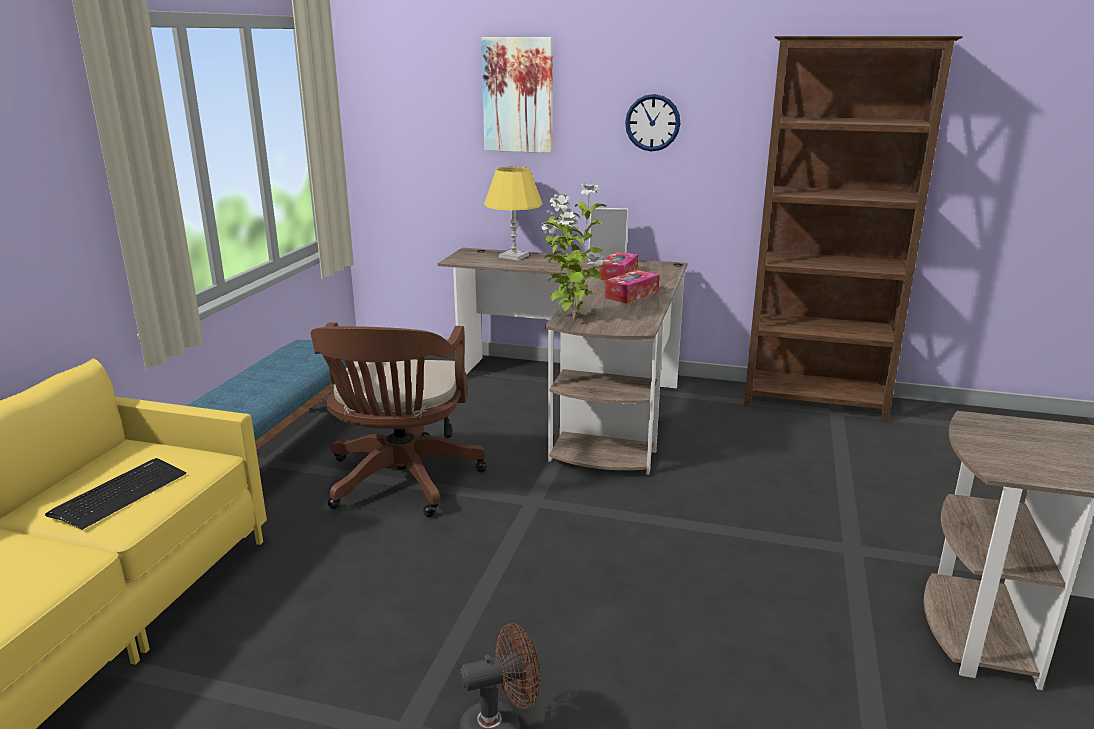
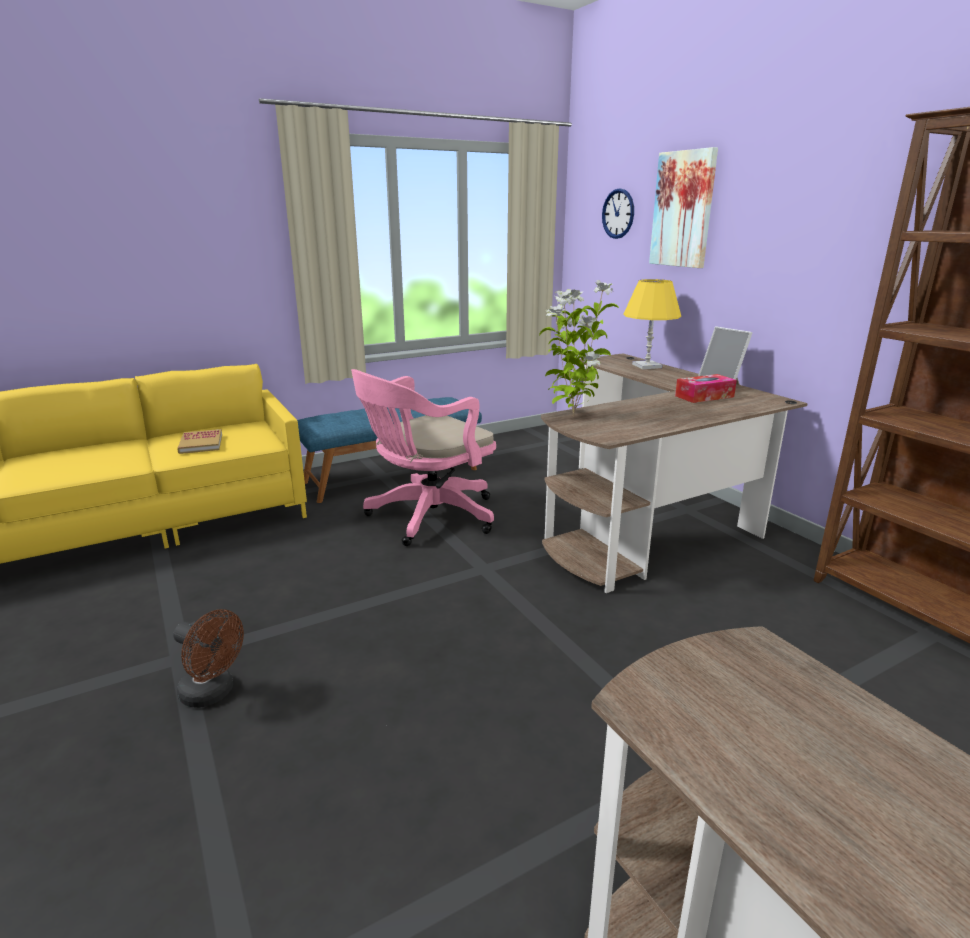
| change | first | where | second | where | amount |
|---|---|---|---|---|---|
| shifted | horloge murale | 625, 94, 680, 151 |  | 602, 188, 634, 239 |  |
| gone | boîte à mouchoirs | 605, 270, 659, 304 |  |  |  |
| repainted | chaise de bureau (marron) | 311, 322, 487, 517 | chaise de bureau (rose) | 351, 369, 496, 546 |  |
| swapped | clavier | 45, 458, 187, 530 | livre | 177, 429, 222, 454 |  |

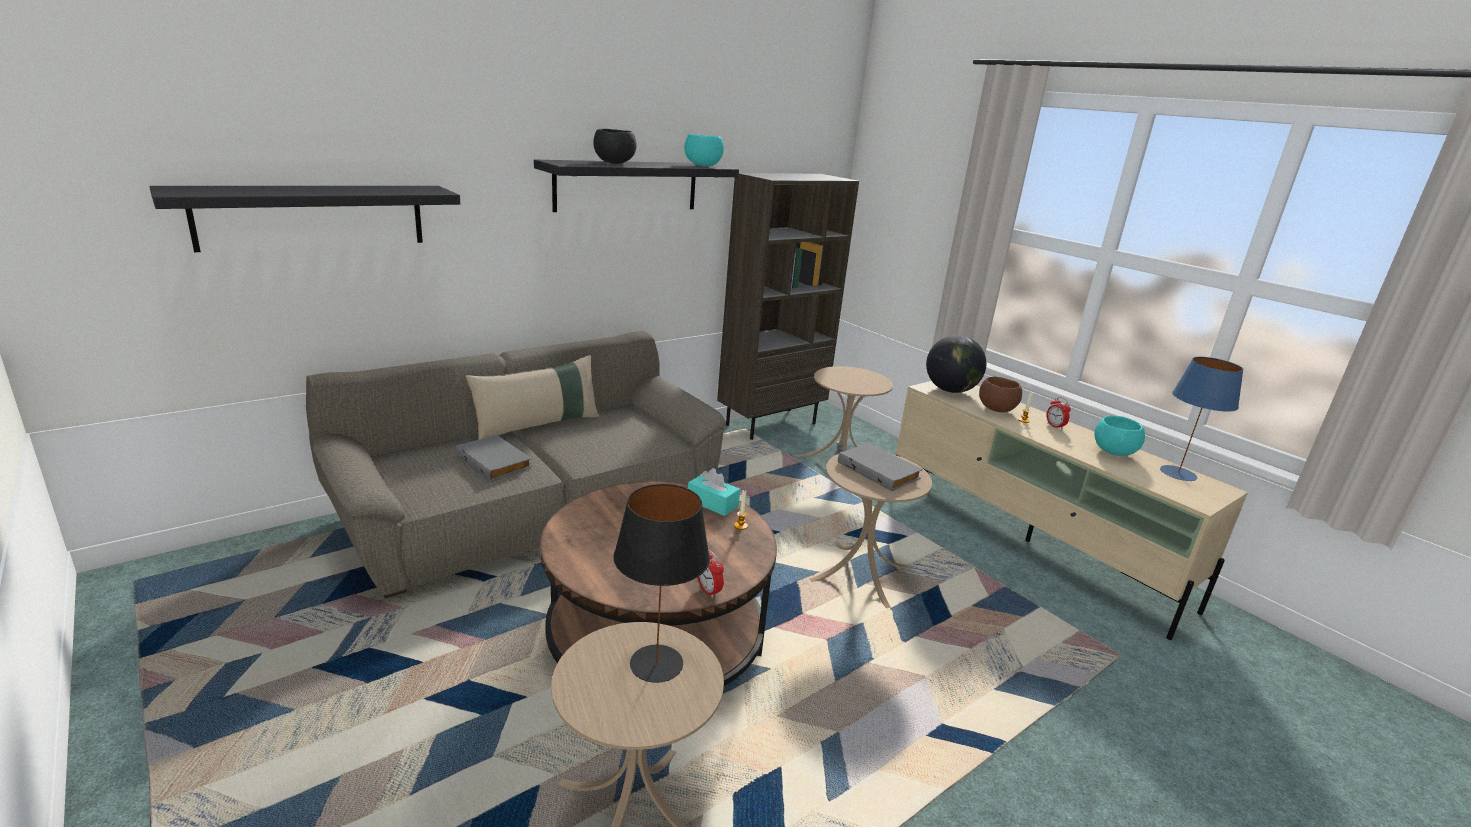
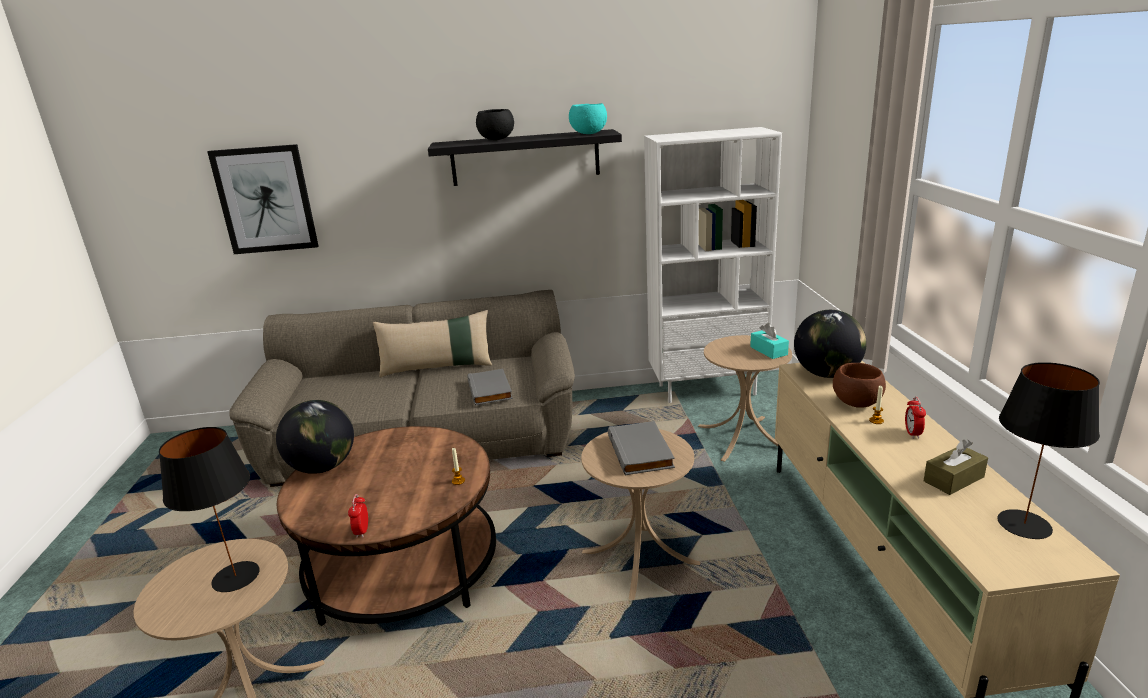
| change | first | where | second | where | amount |
|---|---|---|---|---|---|
| repainted | bibliothèque (marron) | 717, 173, 859, 440 | bibliothèque (blanc) | 644, 127, 782, 403 |  |
| swapped | étagère (noir) | 149, 186, 460, 252 | tableau | 207, 144, 318, 254 |  |
| repainted | lampe de table (bleu) | 1160, 357, 1244, 481 | lampe de table (noir) | 997, 362, 1100, 539 |  |
| swapped | bol (turquoise) | 1094, 415, 1145, 456 | boîte à mouchoirs (marron) | 924, 440, 988, 495 |  |
| shifted | livre (gris) | 456, 435, 532, 481 |  | 467, 369, 513, 406 |  |
| shifted | boîte à mouchoirs (turquoise) | 688, 468, 740, 516 |  | 750, 323, 789, 359 |  |
| new |  |  | globe | 276, 400, 354, 474 |  |

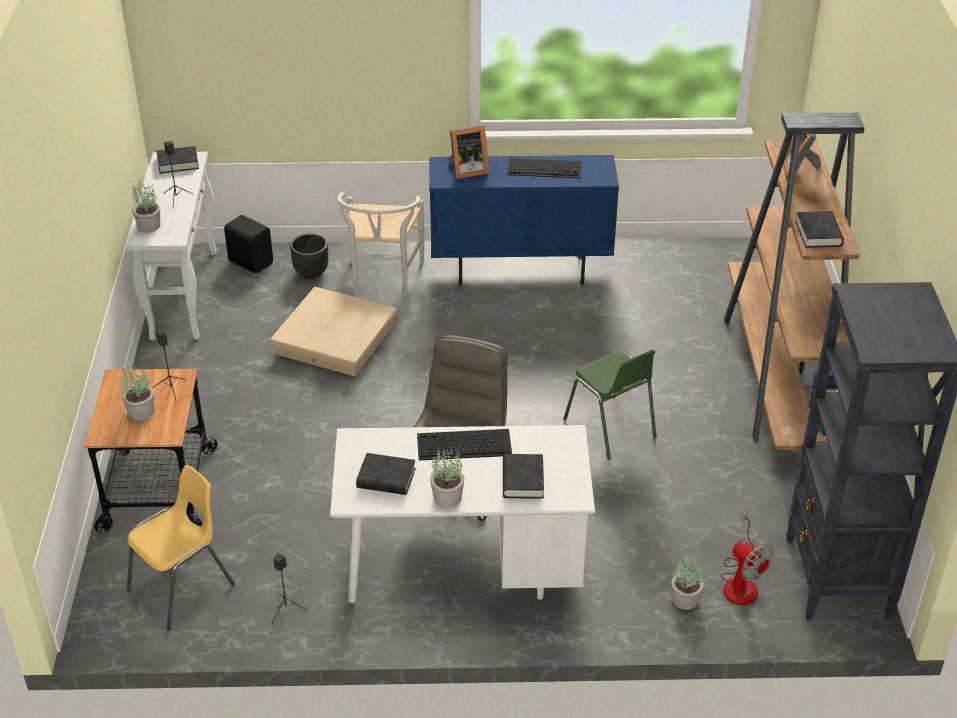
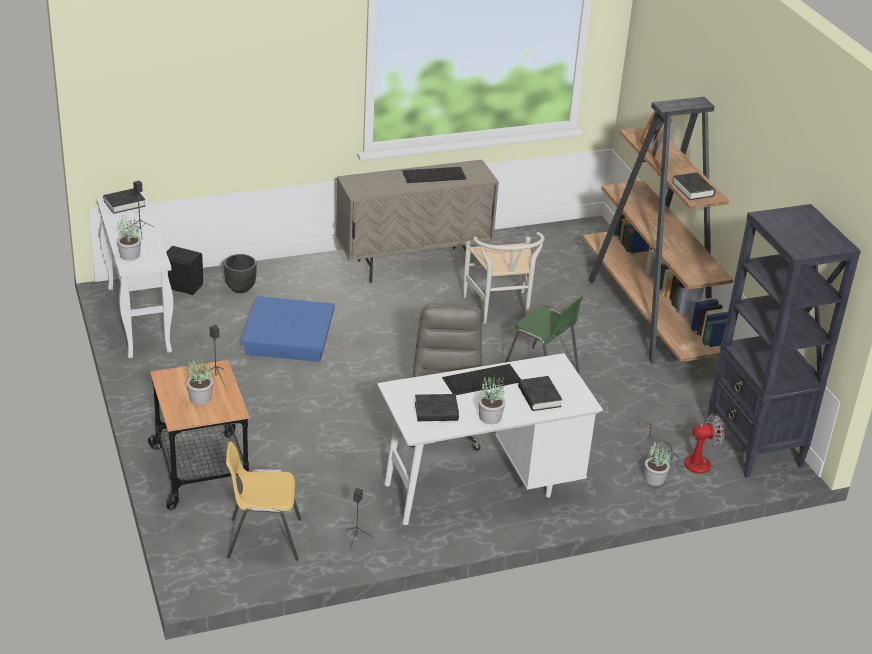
| change | first | where | second | where | amount |
|---|---|---|---|---|---|
| gone | cadre photo | 448, 125, 489, 179 |  |  |  |
| repainted | meuble de rangement (bleu) | 429, 155, 619, 287 | meuble de rangement (beige) | 336, 160, 499, 283 |  |
| shifted | chaise (blanc) | 337, 192, 424, 296 |  | 463, 232, 545, 324 |  |
| repainted | boîte de rangement (beige) | 270, 287, 397, 376 | boîte de rangement (bleu) | 241, 296, 335, 362 |  |
| rotated | chaise (jaune) | 127, 465, 235, 630 |  | 226, 442, 301, 561 | 120 degrees counterclockwise |
| rotated | ventilateur | 721, 509, 774, 605 |  | 645, 414, 724, 474 | 45 degrees counterclockwise |

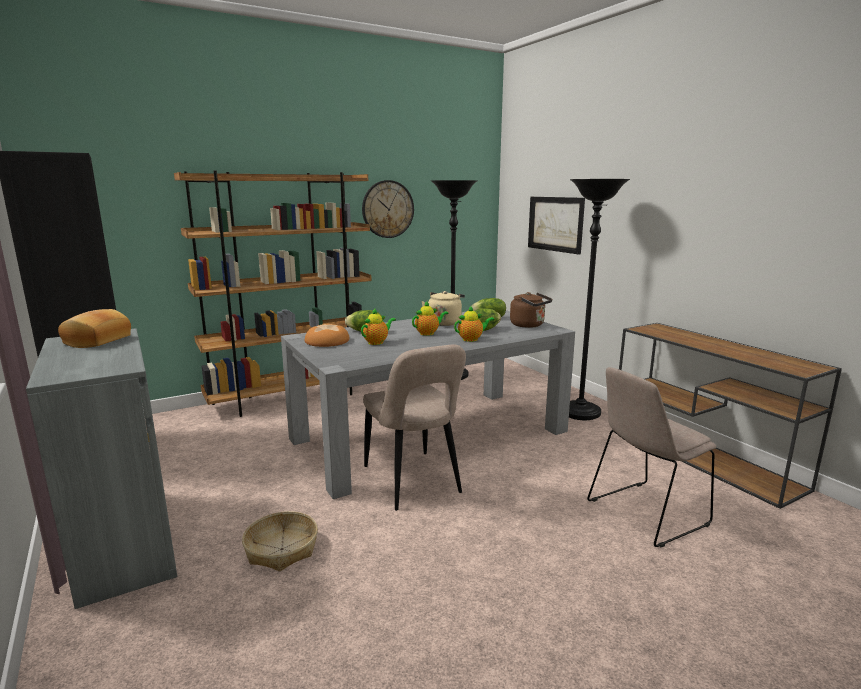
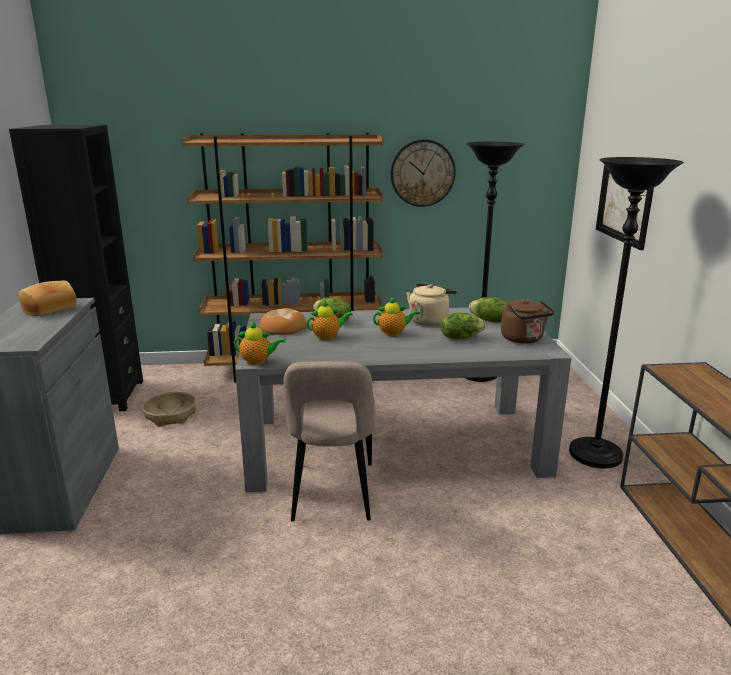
| change | first | where | second | where | amount |
|---|---|---|---|---|---|
| shifted | théière | 454, 306, 494, 342 |  | 234, 322, 286, 365 |  |
| gone | chaise (beige) | 587, 367, 716, 547 |  |  |  |
| shifted | panier | 242, 511, 318, 571 |  | 142, 392, 196, 427 |  |

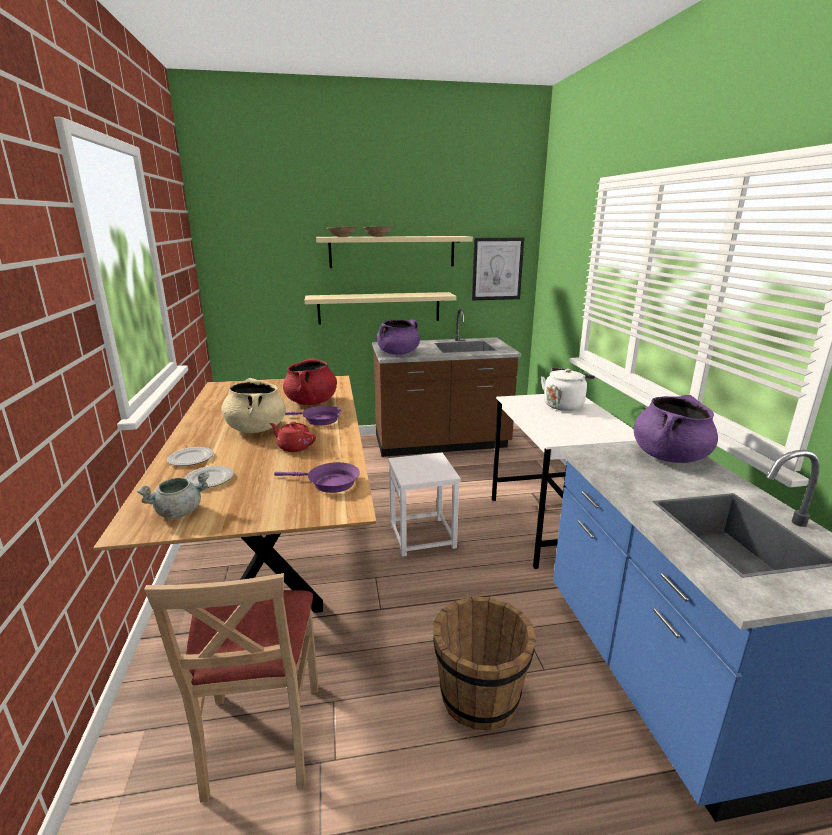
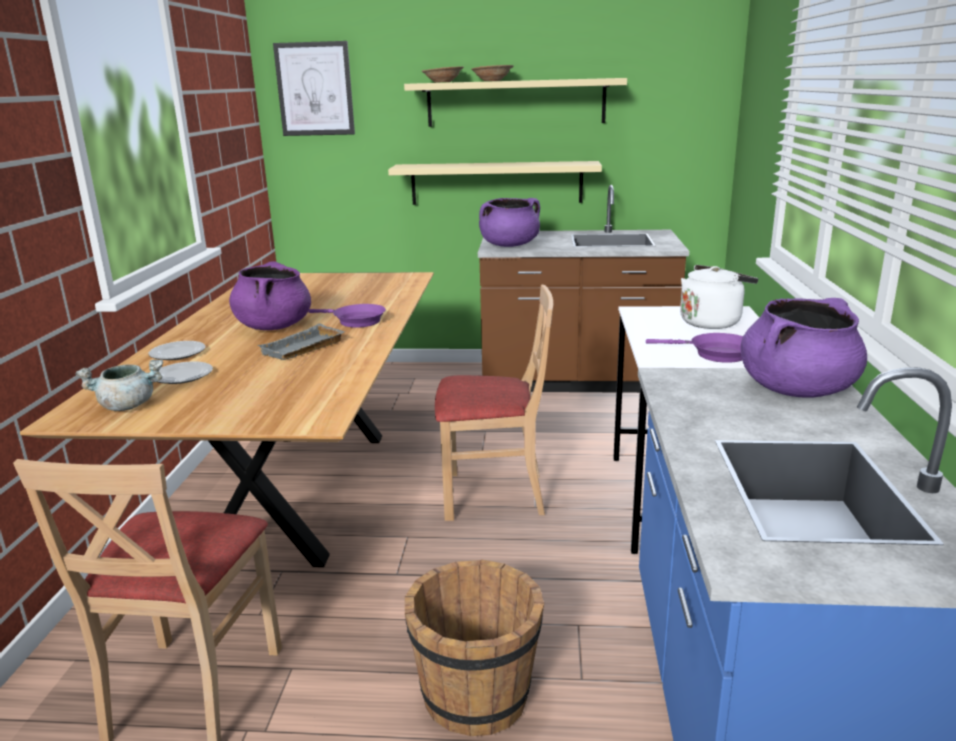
| change | first | where | second | where | amount |
|---|---|---|---|---|---|
| shifted | tableau | 472, 238, 524, 300 |  | 273, 41, 355, 136 |  |
| gone | marmite (rouge) | 283, 358, 337, 405 |  |  |  |
| repainted | marmite (beige) | 221, 378, 286, 433 | marmite (violet) | 229, 261, 311, 330 |  |
| swapped | théière (rouge) | 269, 422, 316, 452 | plateau (gris) | 257, 323, 345, 360 |  |
| swapped | tabouret (blanc) | 388, 452, 461, 557 | chaise (beige) | 435, 285, 553, 521 |  |
| shifted | poêle (violet) | 274, 462, 360, 493 |  | 646, 333, 743, 363 |  |

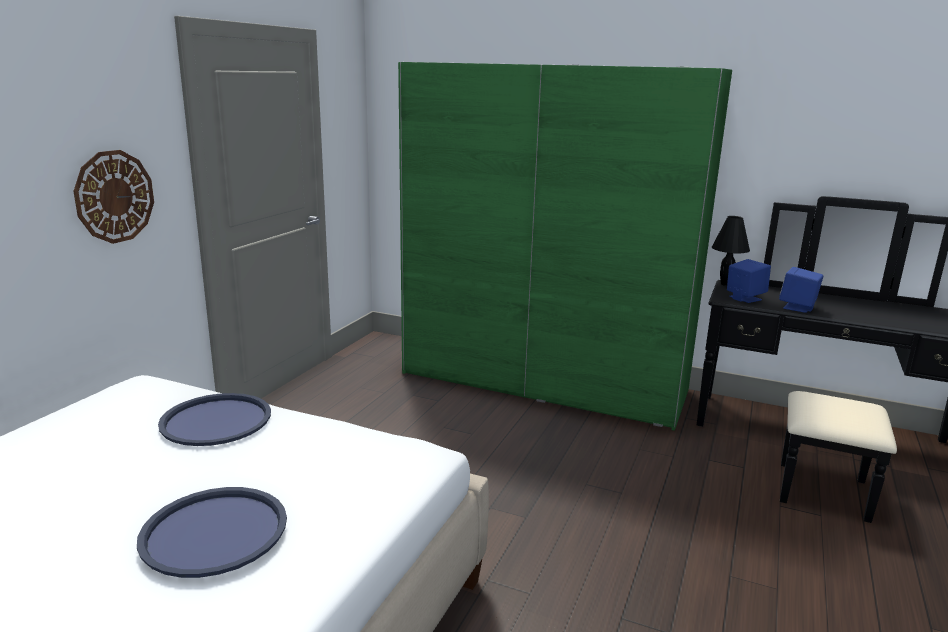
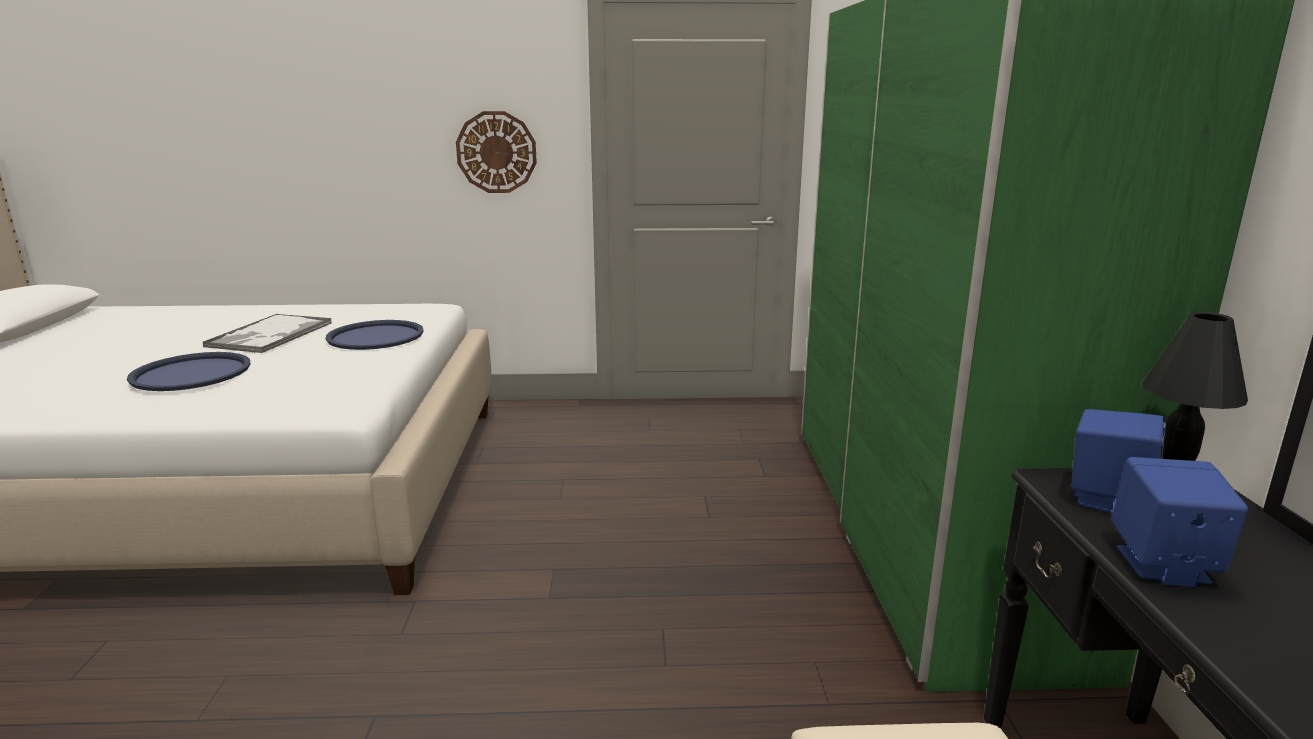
| change | first | where | second | where | amount |
|---|---|---|---|---|---|
| new |  |  | plateau | 202, 314, 332, 353 |  |

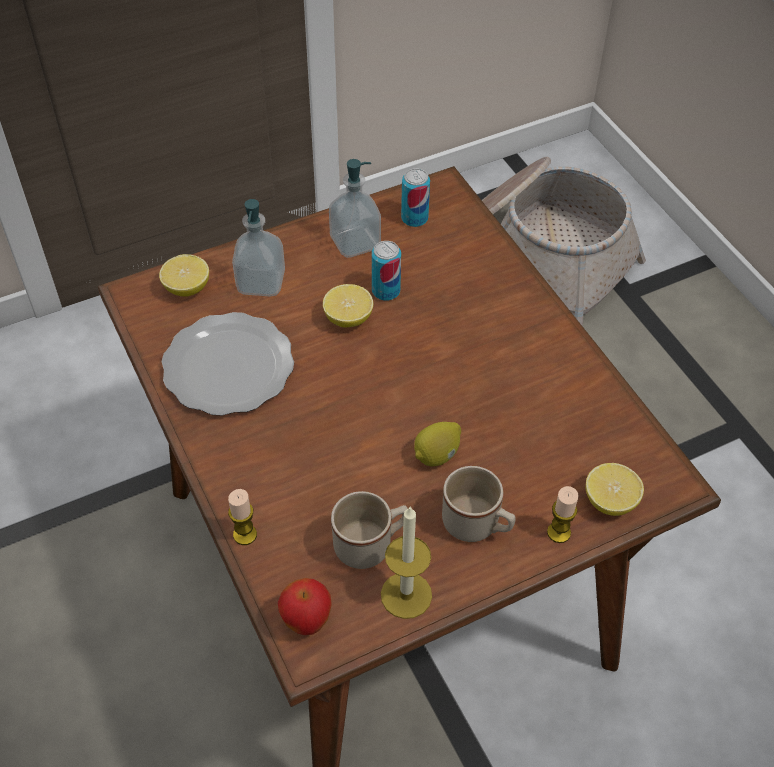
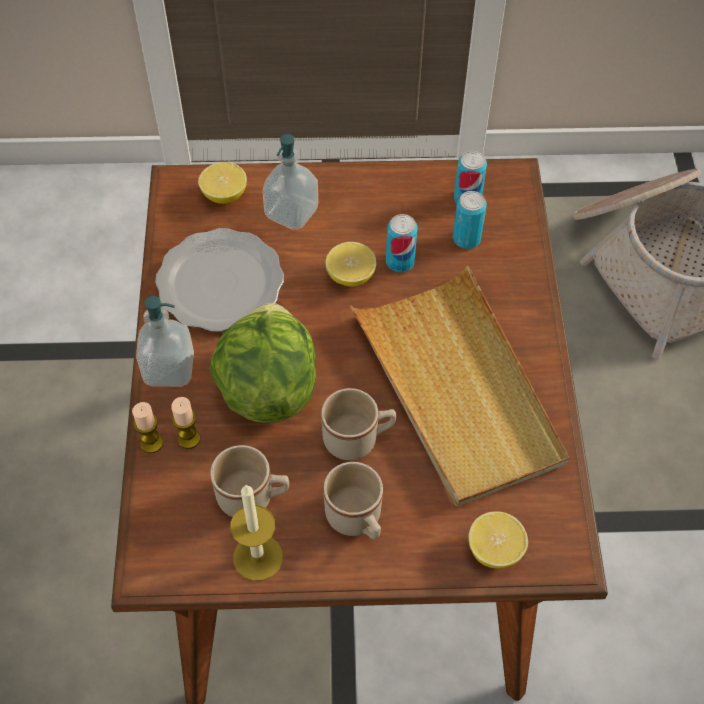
| change | first | where | second | where | amount |
|---|---|---|---|---|---|
| shifted | distributeur de savon | 329, 159, 381, 258 |  | 136, 296, 194, 387 |  |
| swapped | citron | 414, 422, 461, 466 | mug (beige) | 321, 388, 396, 460 |  |
| shifted | bougie | 547, 486, 579, 543 |  | 171, 397, 200, 449 |  |
| gone | pomme | 278, 578, 332, 635 |  |  |  |
| new |  |  | boîte métallique | 453, 191, 487, 249 |  |
| new |  |  | plateau (beige) | 350, 266, 569, 506 |  |
| new |  |  | laitue | 209, 303, 316, 423 |  |

